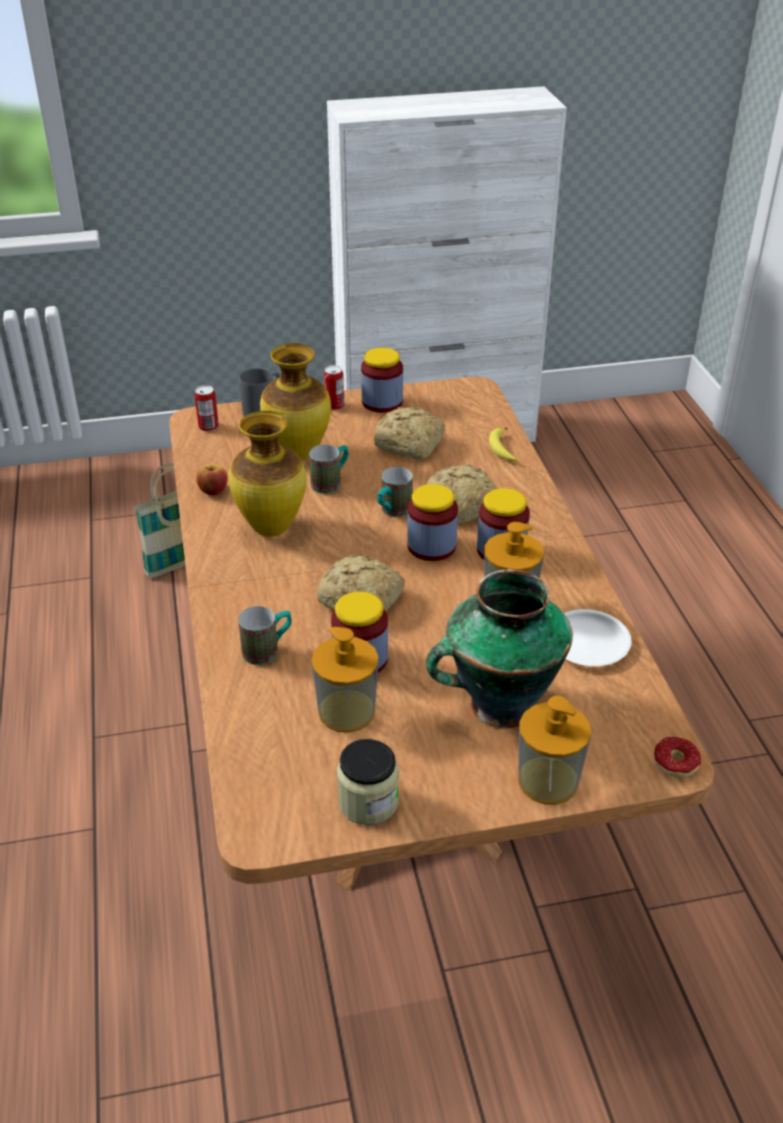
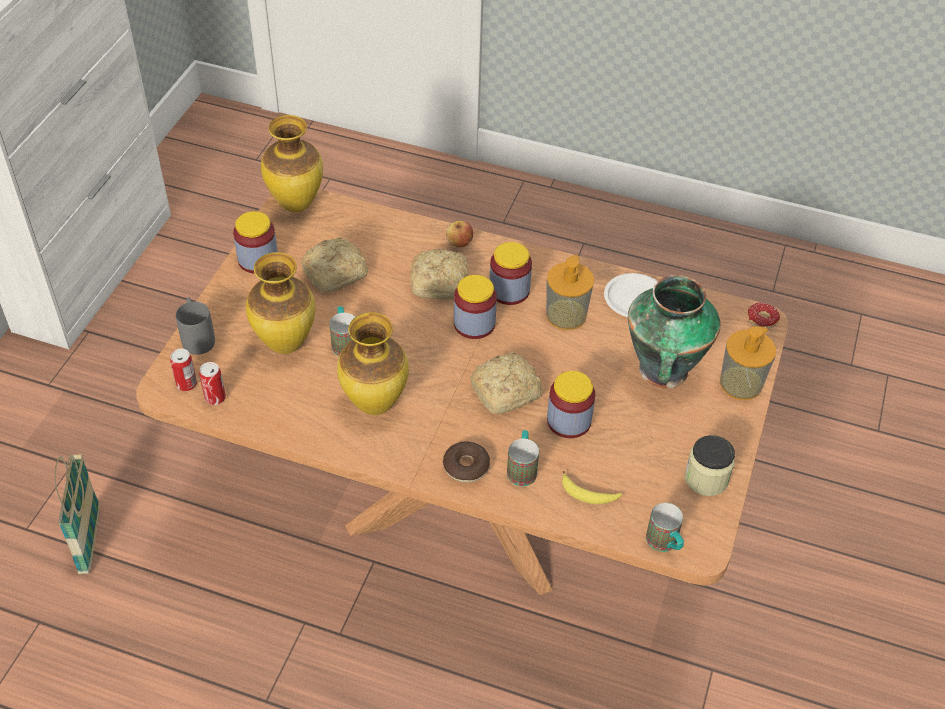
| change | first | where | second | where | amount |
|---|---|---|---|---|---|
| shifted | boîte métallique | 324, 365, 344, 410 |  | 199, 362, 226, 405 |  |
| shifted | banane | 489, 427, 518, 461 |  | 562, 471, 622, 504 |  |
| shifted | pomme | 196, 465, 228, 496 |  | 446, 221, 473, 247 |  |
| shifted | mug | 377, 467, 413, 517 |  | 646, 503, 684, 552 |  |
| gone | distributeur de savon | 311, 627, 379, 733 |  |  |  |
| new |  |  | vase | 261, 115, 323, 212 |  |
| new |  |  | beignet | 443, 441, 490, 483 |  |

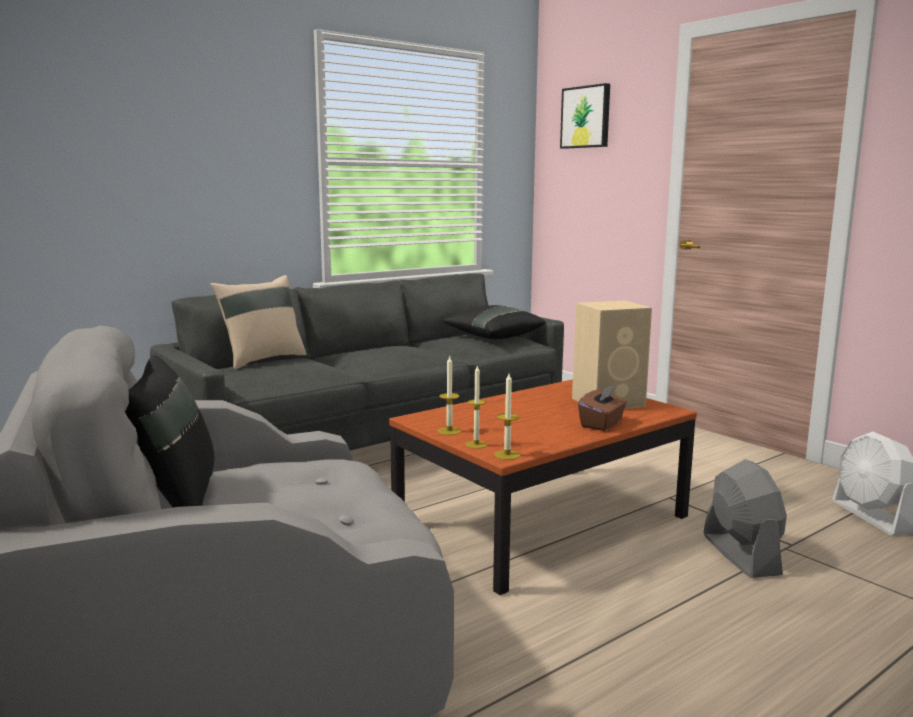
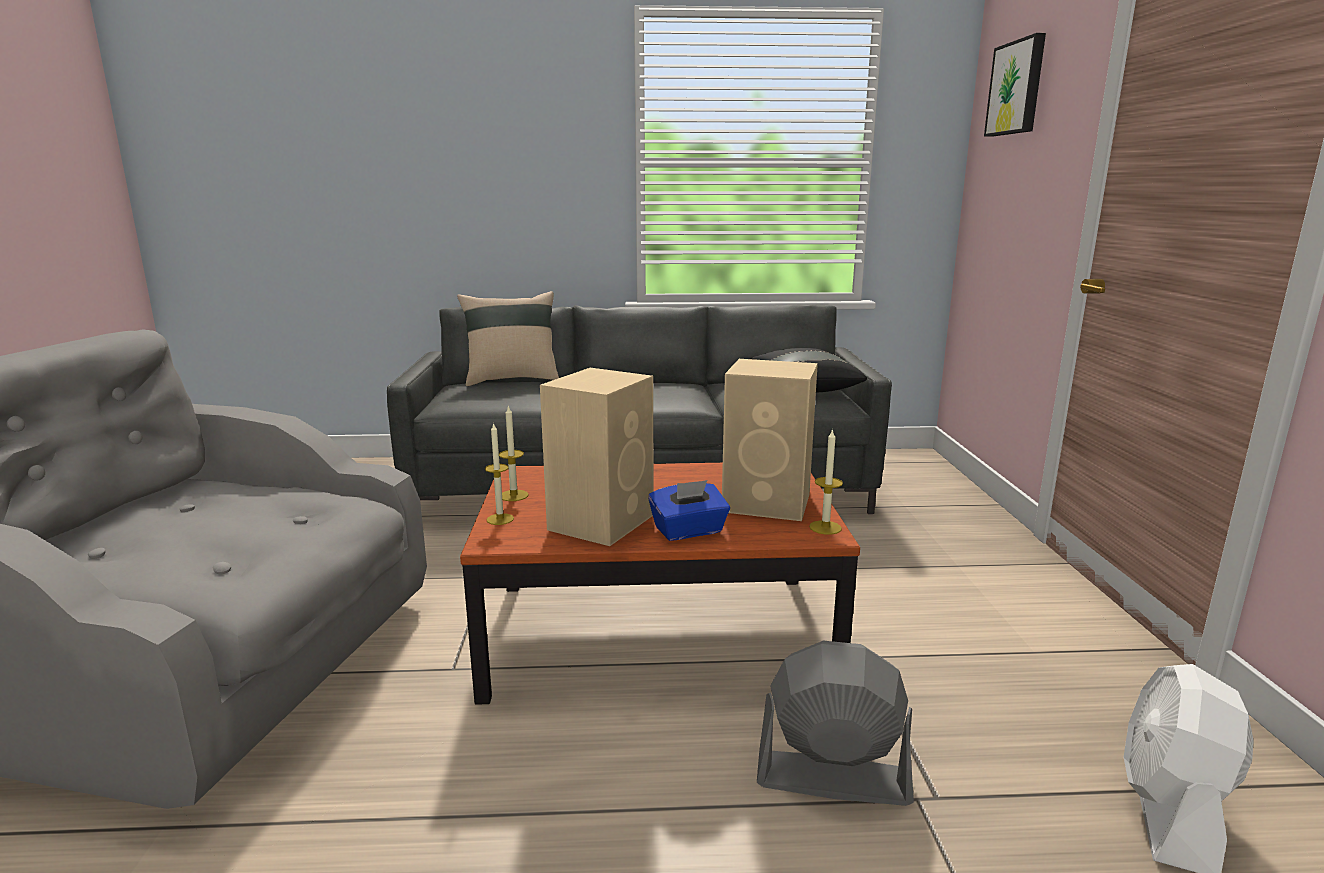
| change | first | where | second | where | amount |
|---|---|---|---|---|---|
| gone | coussin (noir) | 125, 355, 214, 507 |  |  |  |
| shifted | bougie | 494, 374, 520, 460 |  | 809, 429, 843, 535 |  |
| repainted | boîte à mouchoirs (marron) | 578, 384, 627, 431 | boîte à mouchoirs (bleu) | 648, 480, 730, 541 |  |
| rotated | ventilateur (gris) | 703, 459, 787, 578 |  | 757, 641, 914, 806 | 105 degrees counterclockwise |
| new |  |  | enceinte (beige) | 540, 368, 654, 546 |  |

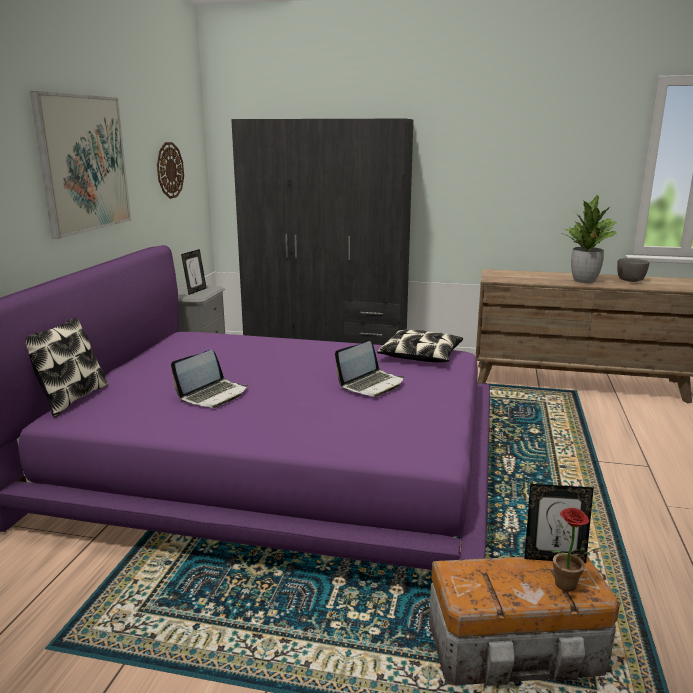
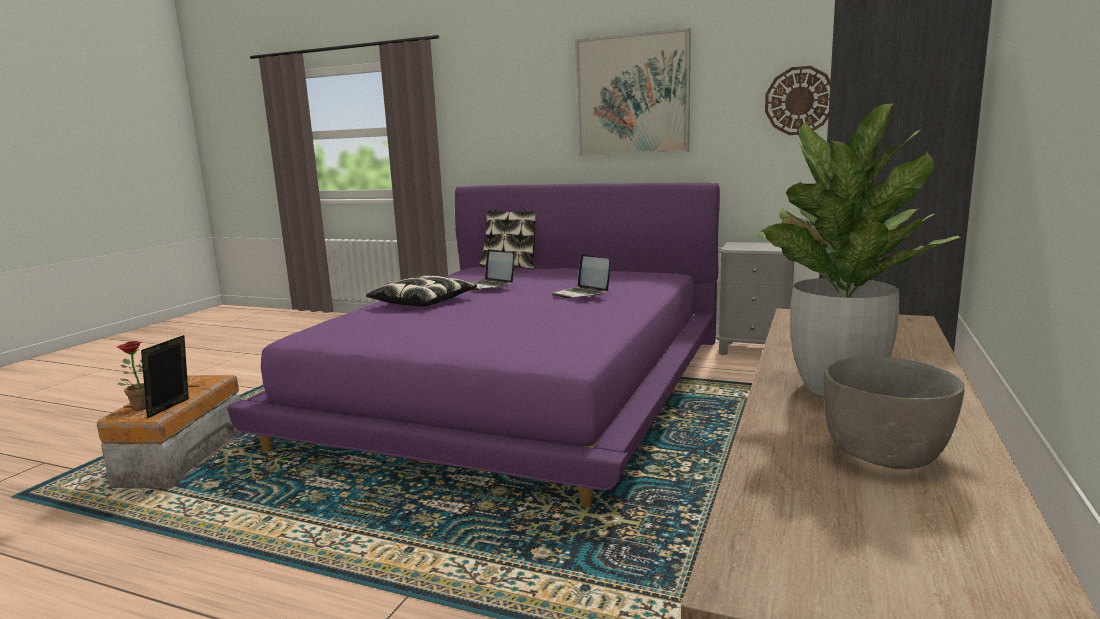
| change | first | where | second | where | amount |
|---|---|---|---|---|---|
| gone | cadre photo | 181, 249, 206, 295 |  |  |  |
| shifted | coussin | 377, 330, 463, 362 |  | 366, 275, 477, 306 |  |
| shifted | ordinateur portable | 335, 341, 404, 397 |  | 552, 254, 610, 298 |  |

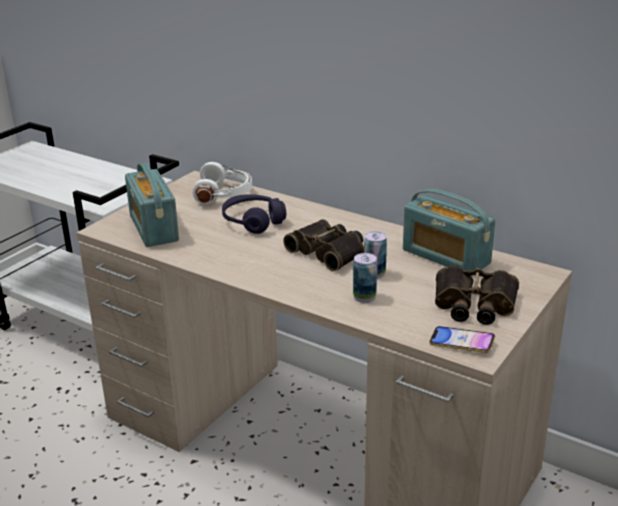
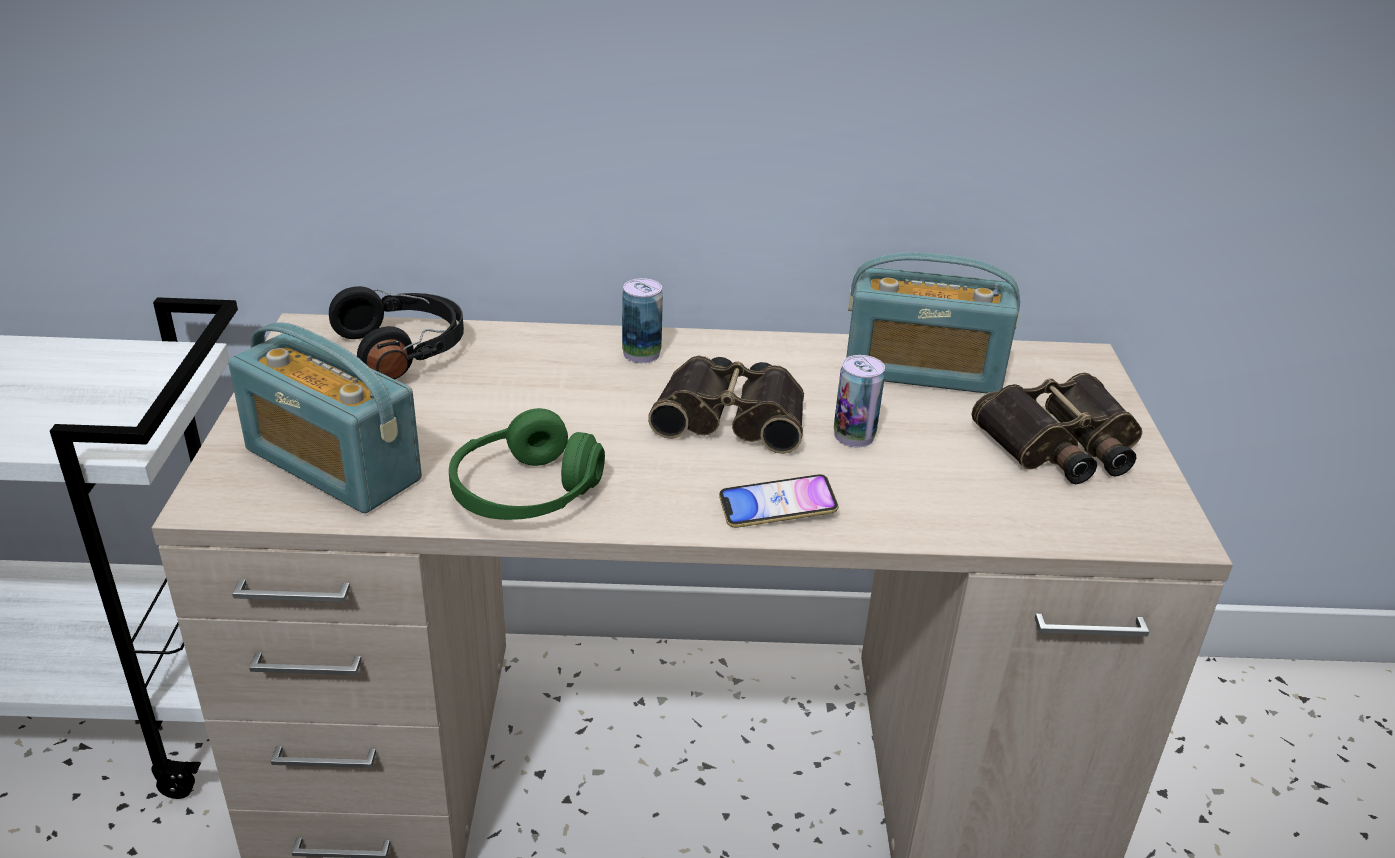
| change | first | where | second | where | amount |
|---|---|---|---|---|---|
| repainted | casque audio (blanc) | 192, 162, 252, 204 | casque audio (noir) | 329, 286, 464, 379 |  |
| gone | casque audio (violet) | 222, 194, 286, 234 |  |  |  |
| shifted | boîte métallique | 353, 253, 377, 303 |  | 622, 278, 663, 363 |  |
| shifted | téléphone | 429, 326, 495, 353 |  | 719, 474, 839, 528 |  |
| new |  |  | casque audio (vert) | 449, 408, 605, 520 |  |

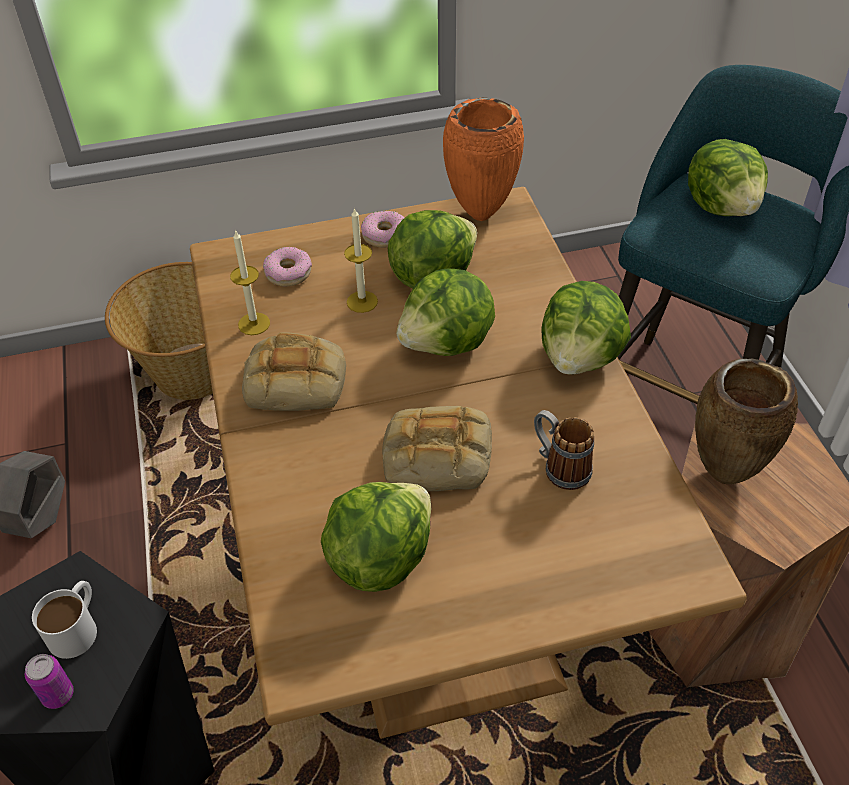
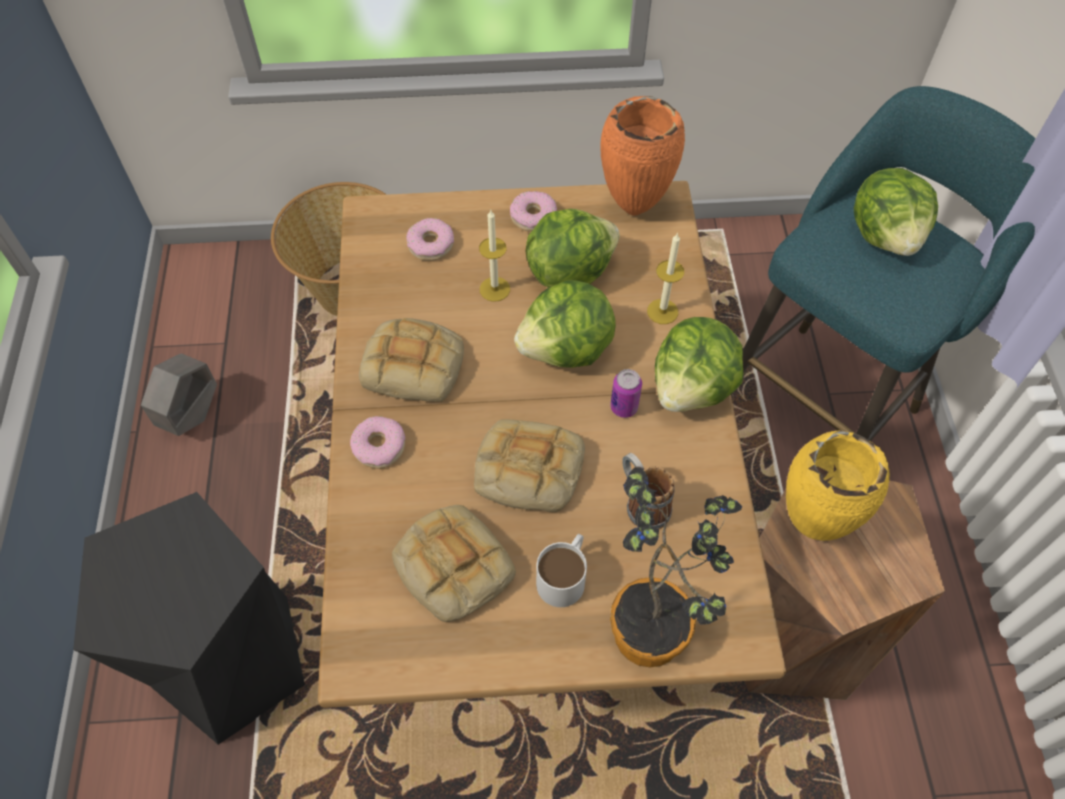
| change | first | where | second | where | amount |
|---|---|---|---|---|---|
| shifted | bougie | 230, 230, 270, 335 |  | 647, 233, 684, 324 |  |
| repainted | vase (marron) | 695, 358, 798, 484 | vase (jaune) | 786, 430, 890, 541 |  |
| swapped | laitue | 321, 482, 431, 592 | pain | 392, 505, 516, 622 |  |
| shifted | mug (blanc) | 32, 581, 97, 659 |  | 536, 534, 587, 607 |  |
| shifted | boîte métallique | 25, 654, 74, 709 |  | 610, 369, 642, 418 |  |
| new |  |  | beignet | 350, 416, 405, 469 |  |
| new |  |  | plante en pot | 610, 466, 742, 667 |  |

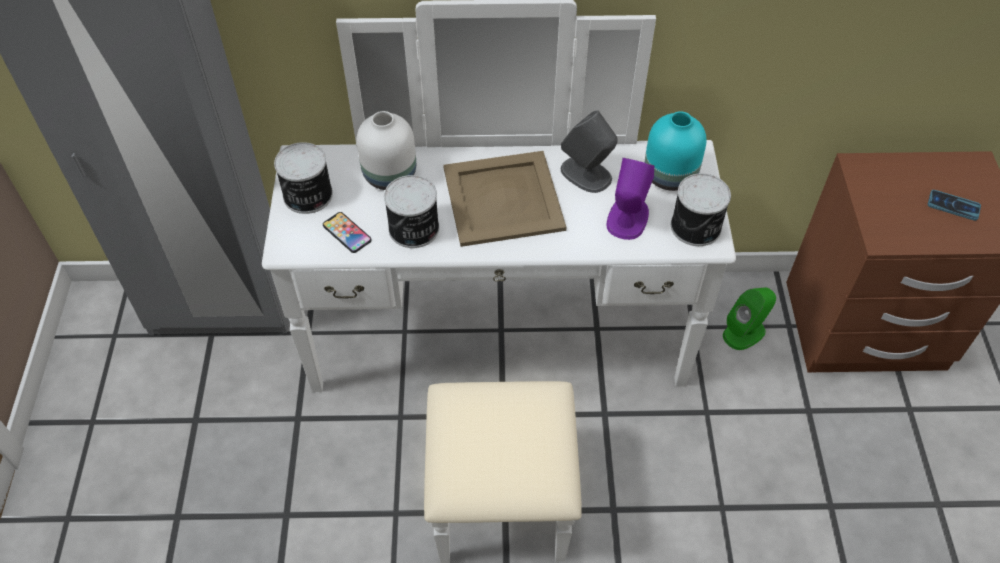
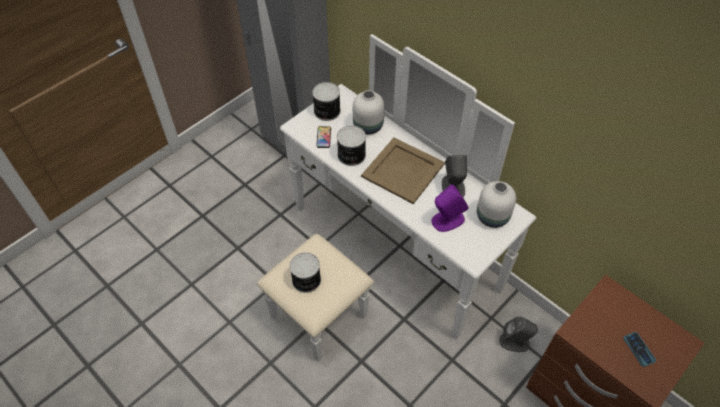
| change | first | where | second | where | amount |
|---|---|---|---|---|---|
| repainted | vase (turquoise) | 645, 111, 707, 191 | vase (blanc) | 477, 181, 516, 228 |  |
| shifted | boîte métallique | 671, 173, 731, 246 |  | 290, 252, 321, 293 |  |
| repainted | enceinte (vert) | 723, 288, 776, 350 | enceinte (gris) | 500, 316, 538, 352 |  |

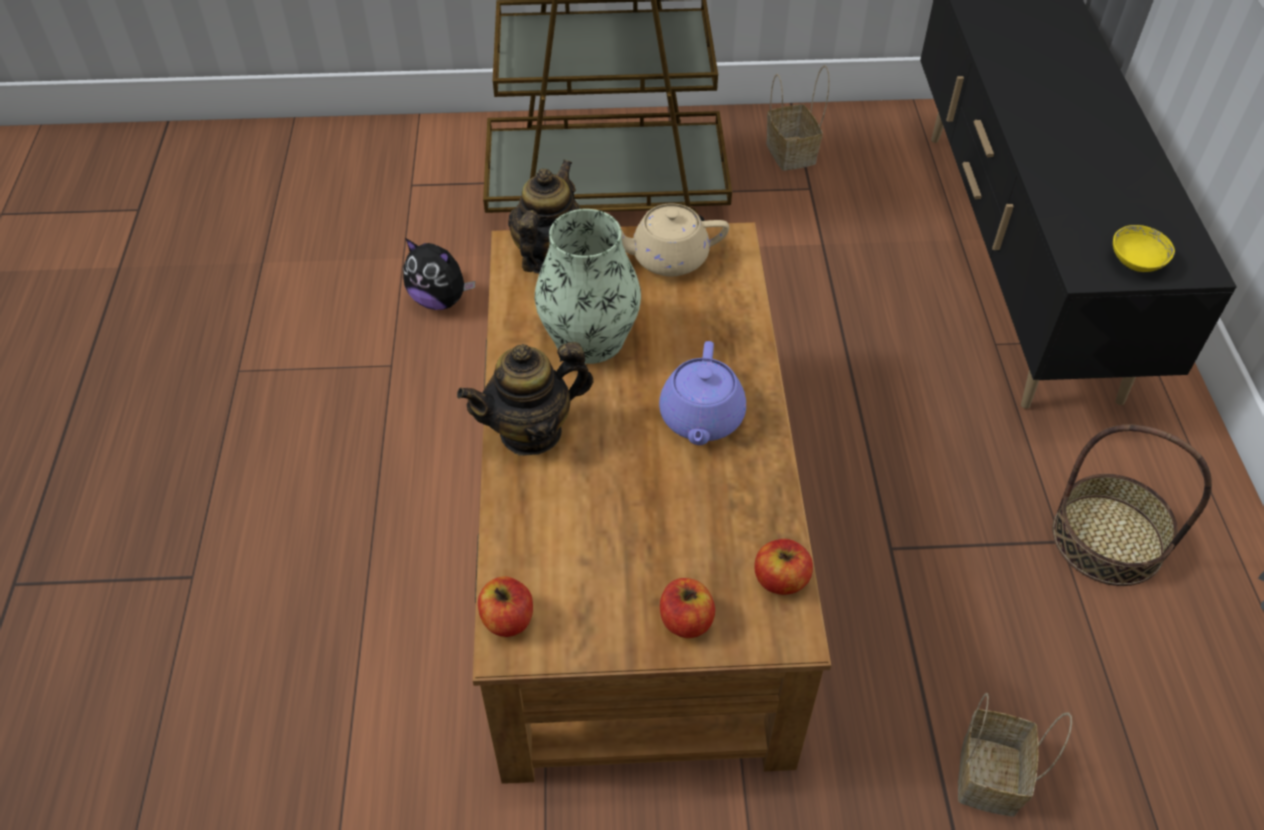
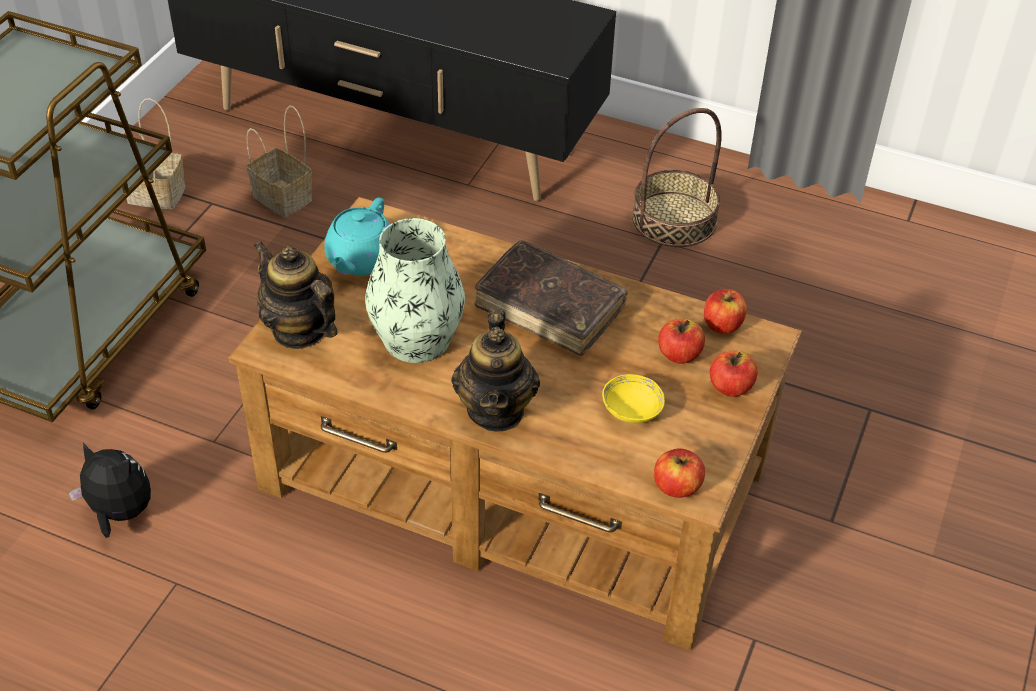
| change | first | where | second | where | amount |
|---|---|---|---|---|---|
| repainted | théière (beige) | 621, 203, 729, 277 | théière (turquoise) | 324, 198, 390, 275 |  |
| shifted | bol (jaune) | 1113, 225, 1175, 272 |  | 602, 374, 665, 423 |  |
| rotated | peluche | 403, 238, 475, 310 |  | 68, 443, 151, 538 | 120 degrees counterclockwise |
| swapped | théière (violet) | 659, 341, 746, 445 | livre (marron) | 474, 240, 628, 356 |  |
| shifted | panier | 958, 693, 1072, 817 |  | 246, 105, 312, 217 |  |
| new |  |  | pomme | 658, 318, 705, 364 |  |

